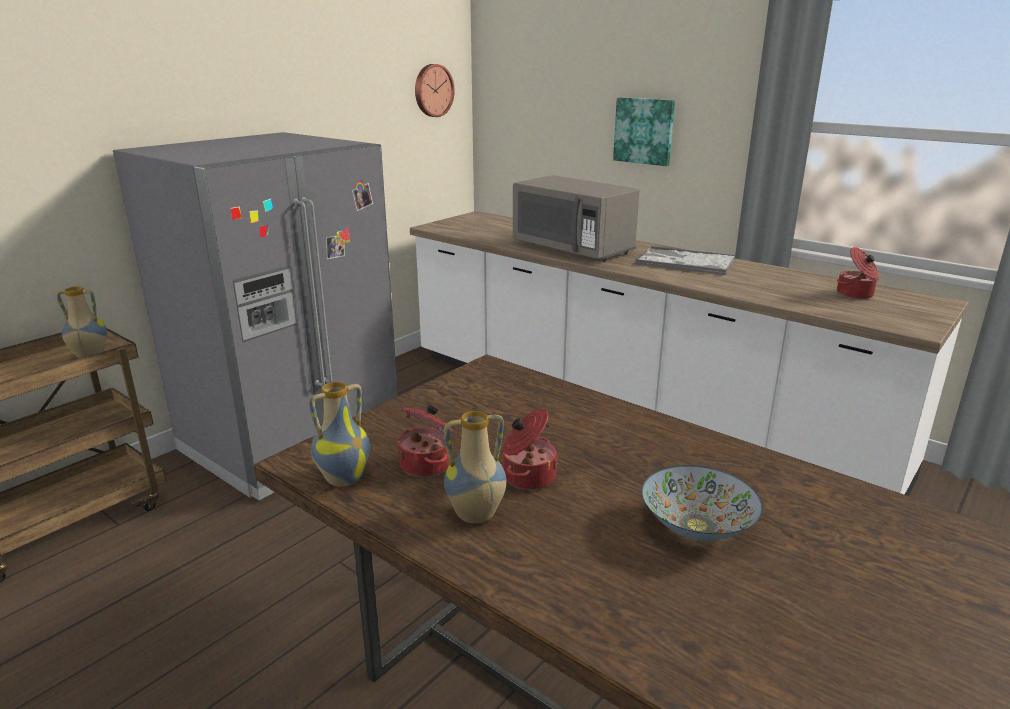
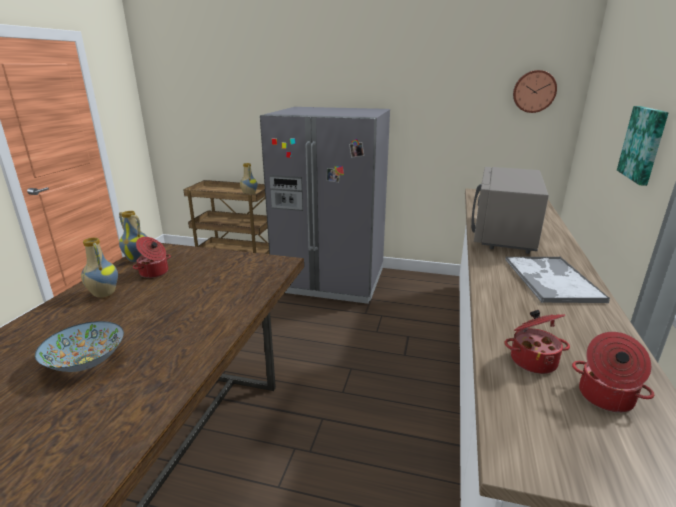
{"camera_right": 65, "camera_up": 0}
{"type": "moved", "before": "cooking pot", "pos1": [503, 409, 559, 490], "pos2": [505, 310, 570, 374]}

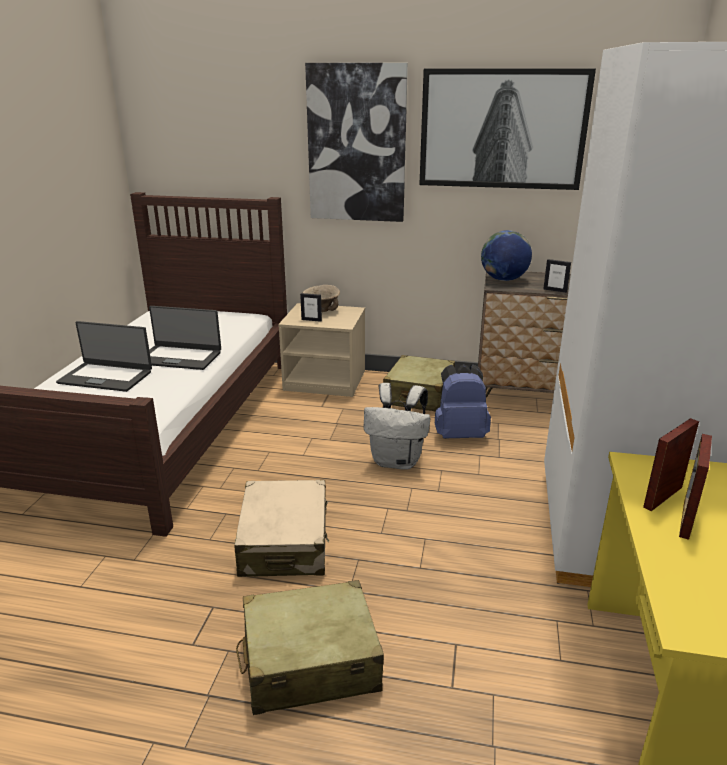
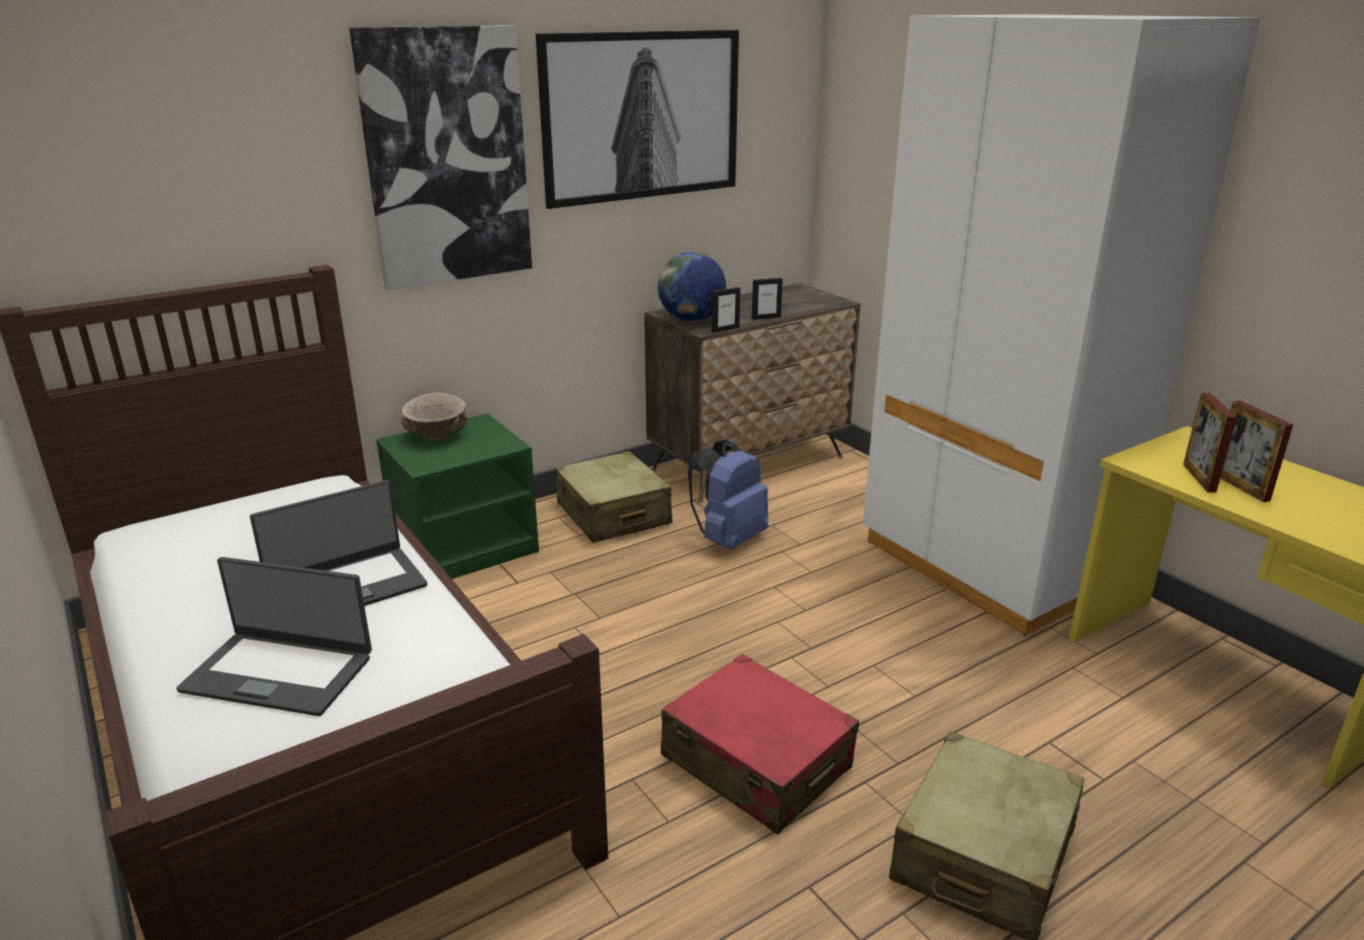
{"camera_right": -45, "camera_up": 0}
{"type": "moved", "before": "photo frame", "pos1": [300, 293, 322, 322], "pos2": [712, 287, 740, 333]}
{"type": "recoloured", "before": "nightstand/sand-coloured", "after": "nightstand/greenish", "pos1": [278, 303, 365, 397], "pos2": [376, 414, 539, 579]}
{"type": "turned", "before": "portable computer", "pos1": [56, 321, 152, 392], "pos2": [176, 557, 372, 716], "turn": 45}
{"type": "removed", "before": "rucksack/whitish", "pos1": [364, 383, 430, 470]}
{"type": "recoloured", "before": "travel case/sand-coloured", "after": "travel case/red-coloured", "pos1": [234, 480, 329, 577], "pos2": [661, 654, 859, 834]}

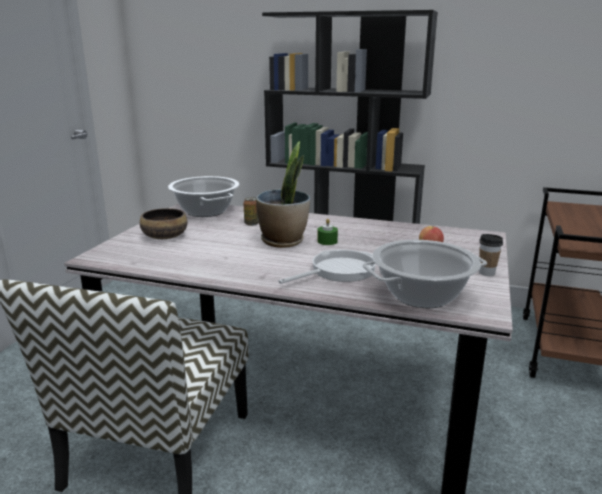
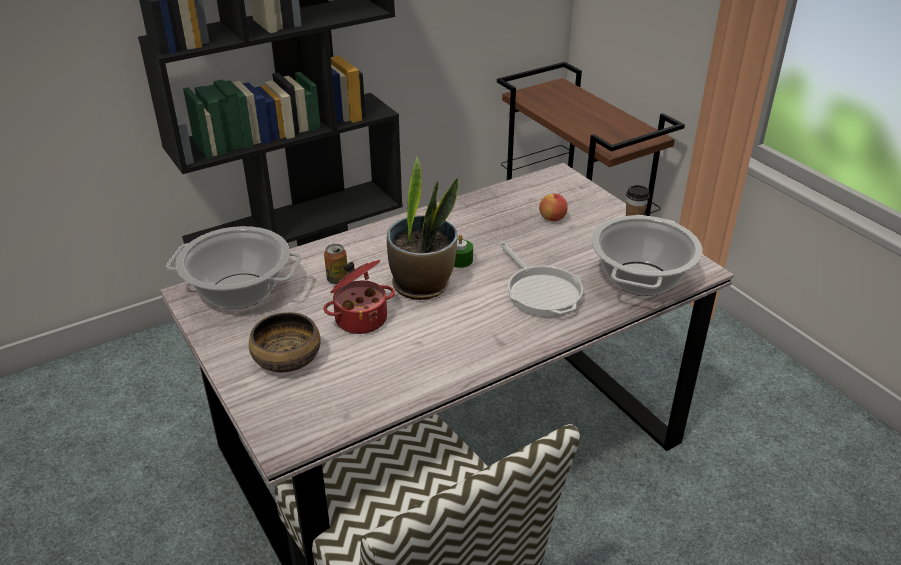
{"camera_right": -50, "camera_up": 15}
{"type": "turned", "before": "frying pan", "pos1": [279, 249, 376, 284], "pos2": [500, 242, 583, 317], "turn": 150}
{"type": "added", "after": "cooking pot", "pos2": [324, 260, 395, 334]}

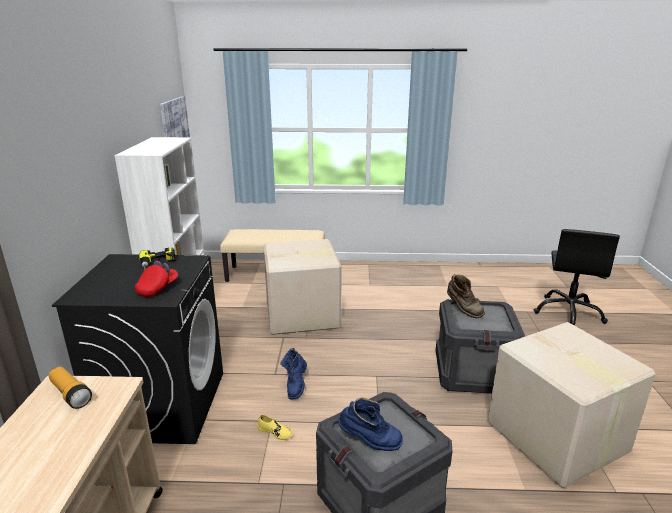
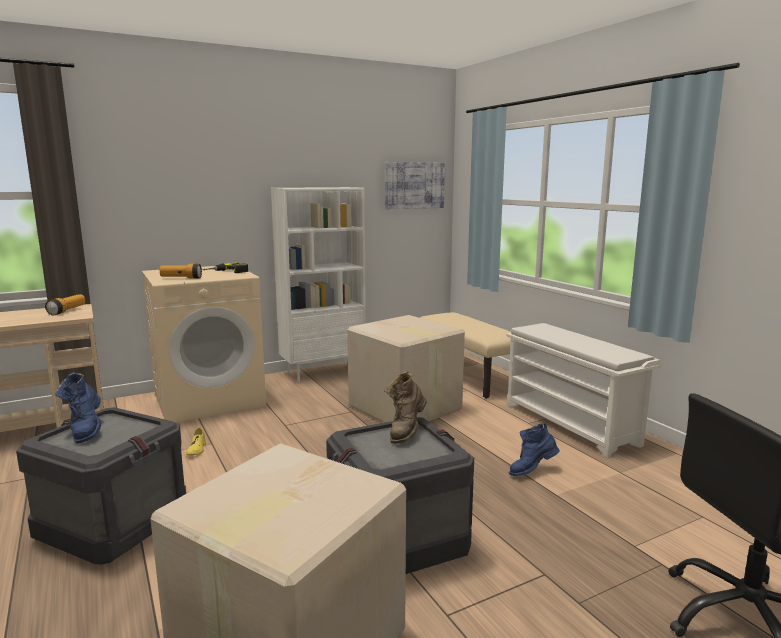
{"camera_right": 60, "camera_up": -10}
{"type": "recoloured", "before": "laundry machine/black", "after": "laundry machine/sand-coloured", "pos1": [52, 254, 223, 444], "pos2": [142, 266, 266, 423]}
{"type": "replaced", "before": "baseball cap/red-coloured", "after": "torch", "pos1": [135, 261, 178, 297], "pos2": [160, 264, 202, 279]}
{"type": "moved", "before": "high-top boot/blue-coloured", "pos1": [280, 348, 307, 400], "pos2": [509, 423, 560, 476]}
{"type": "added", "after": "shoe rack/whitish", "pos2": [506, 323, 660, 458]}

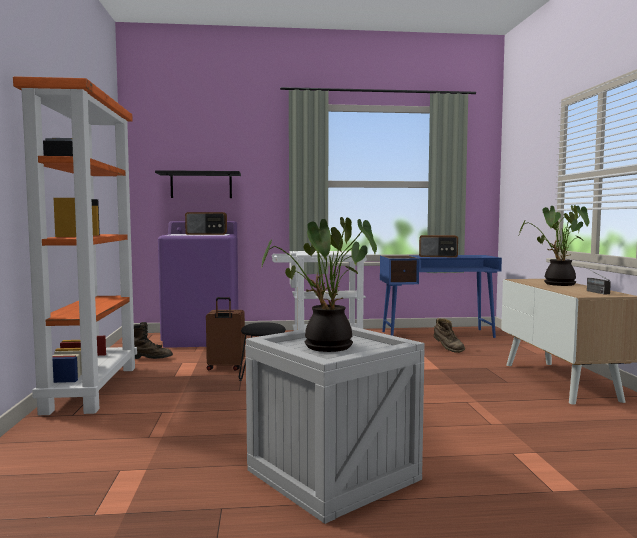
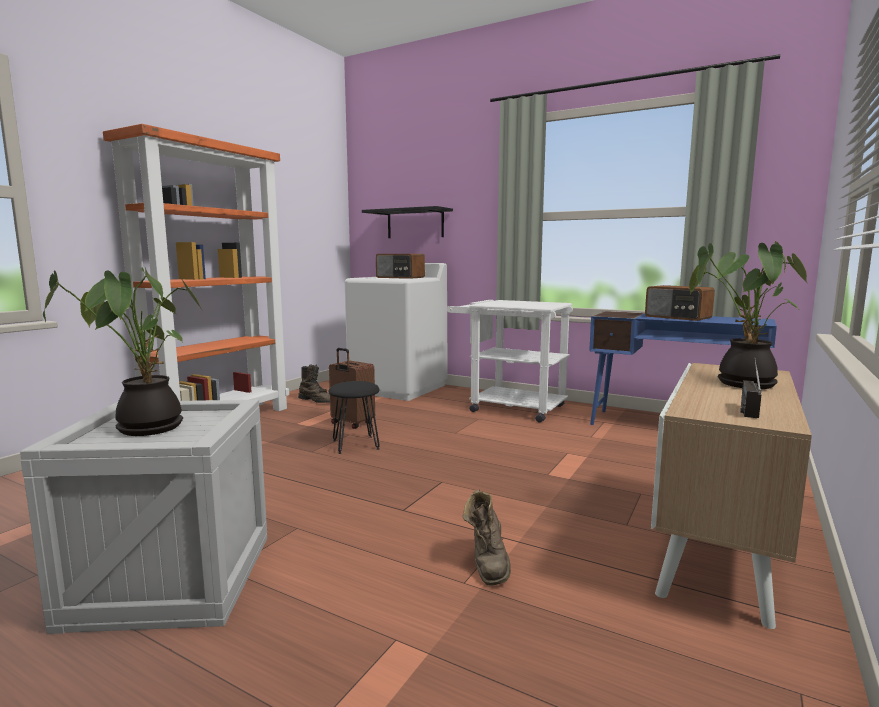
{"camera_right": 35, "camera_up": 5}
{"type": "recoloured", "before": "laundry machine/purple", "after": "laundry machine/whitish", "pos1": [158, 221, 238, 348], "pos2": [345, 263, 448, 401]}
{"type": "moved", "before": "high-top boot/brown-coloured", "pos1": [434, 318, 465, 353], "pos2": [463, 490, 511, 586]}

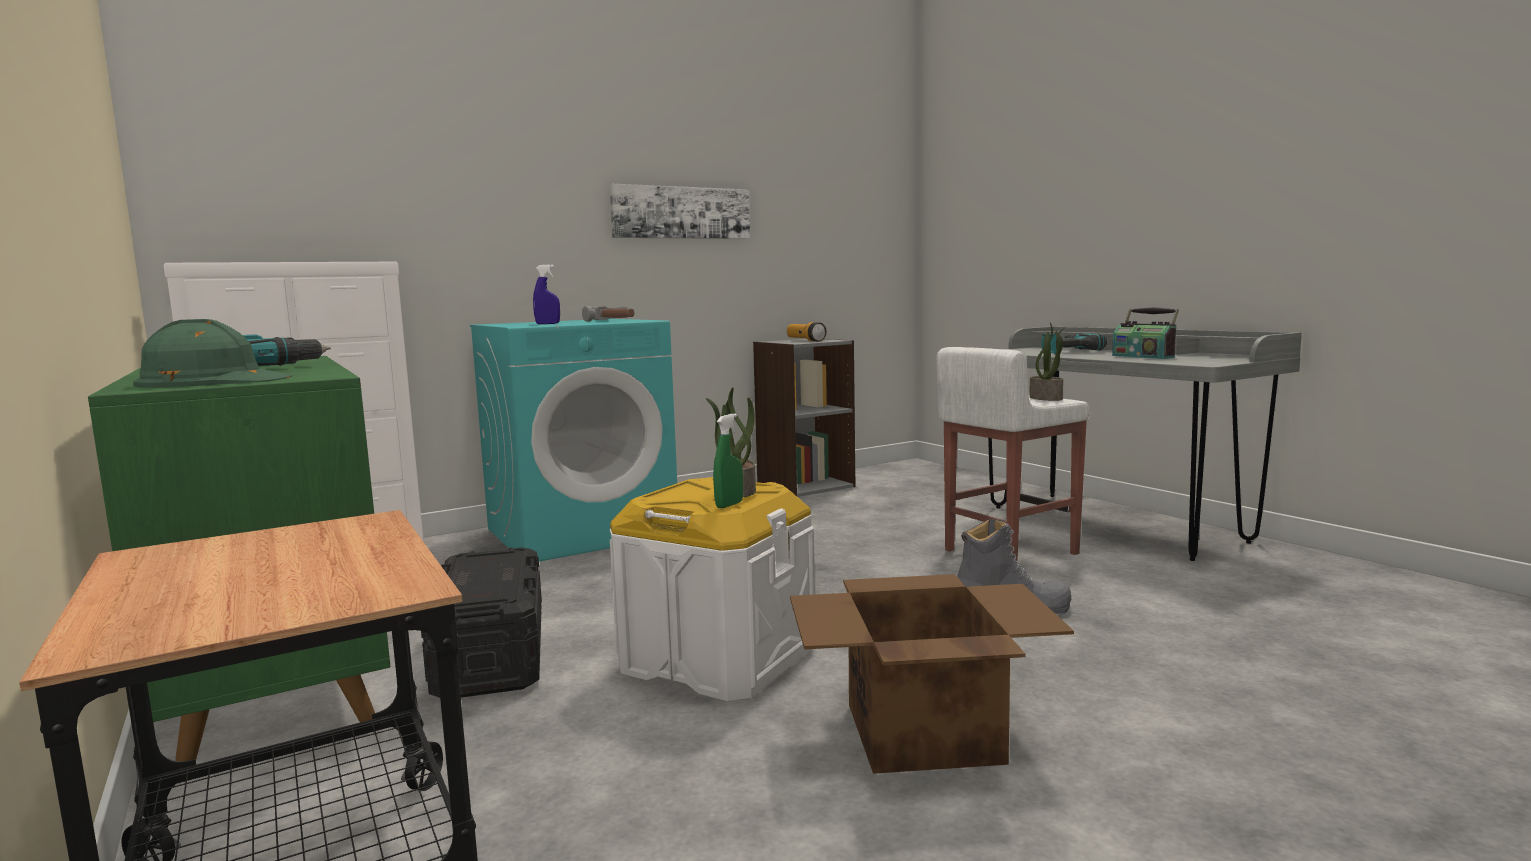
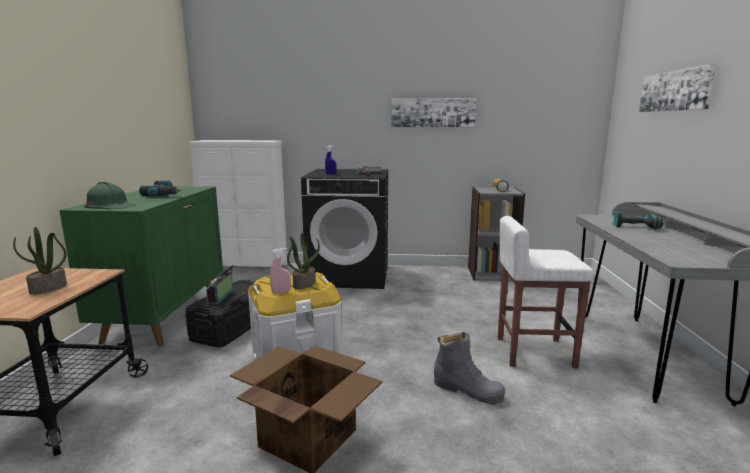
{"camera_right": 35, "camera_up": 5}
{"type": "moved", "before": "radio", "pos1": [1112, 307, 1179, 359], "pos2": [206, 265, 234, 304]}
{"type": "recoloured", "before": "laundry machine/turquoise-coloured", "after": "laundry machine/black", "pos1": [470, 319, 677, 562], "pos2": [301, 169, 388, 289]}
{"type": "moved", "before": "houseplant", "pos1": [1029, 323, 1064, 401], "pos2": [13, 227, 67, 295]}
{"type": "recoloured", "before": "hand sprayer/greenish", "after": "hand sprayer/pinkish", "pos1": [713, 414, 743, 508], "pos2": [270, 248, 291, 294]}
{"type": "added", "after": "picture", "pos2": [639, 64, 717, 112]}

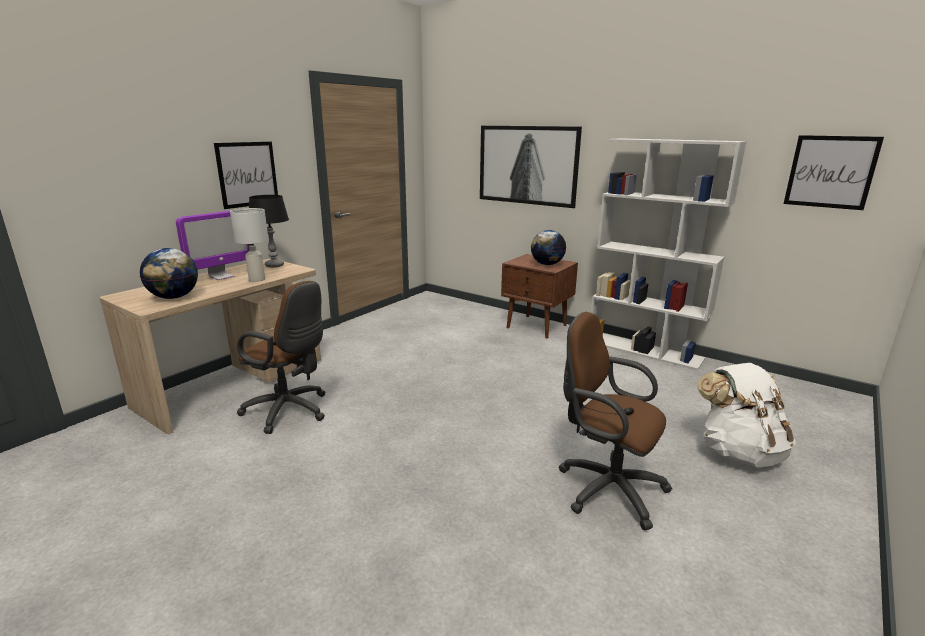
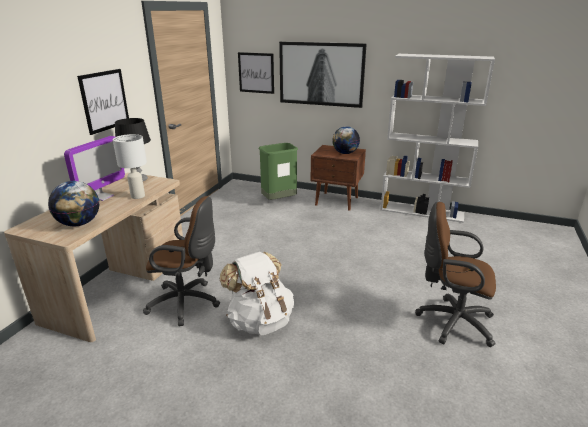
{"camera_right": -15, "camera_up": 5}
{"type": "moved", "before": "picture", "pos1": [784, 135, 884, 210], "pos2": [238, 52, 274, 94]}
{"type": "moved", "before": "rucksack/whitish", "pos1": [698, 363, 796, 468], "pos2": [220, 252, 294, 335]}
{"type": "added", "after": "waste bin/greenish", "pos2": [259, 143, 298, 200]}

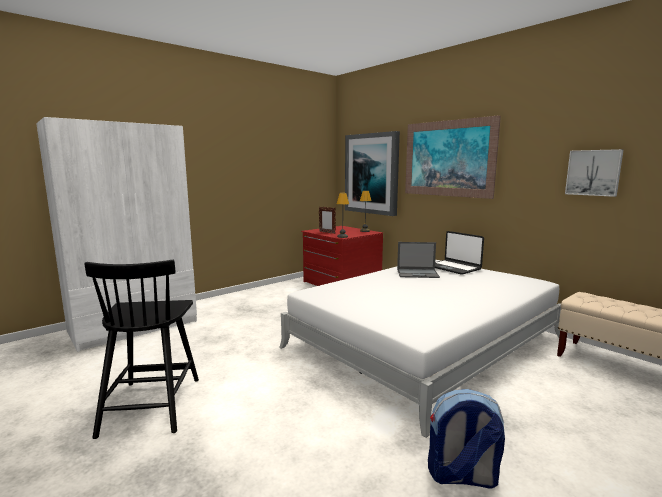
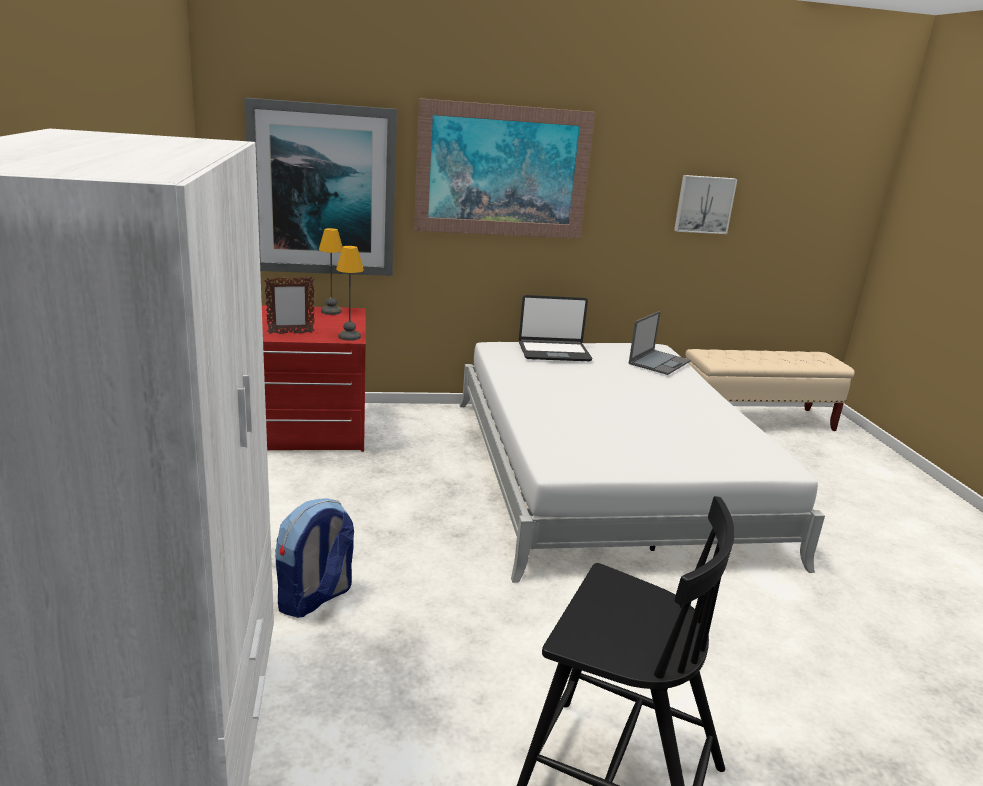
{"camera_right": -60, "camera_up": 10}
{"type": "moved", "before": "portable computer", "pos1": [397, 242, 440, 278], "pos2": [629, 311, 691, 375]}
{"type": "moved", "before": "rucksack", "pos1": [428, 389, 505, 489], "pos2": [275, 498, 354, 618]}

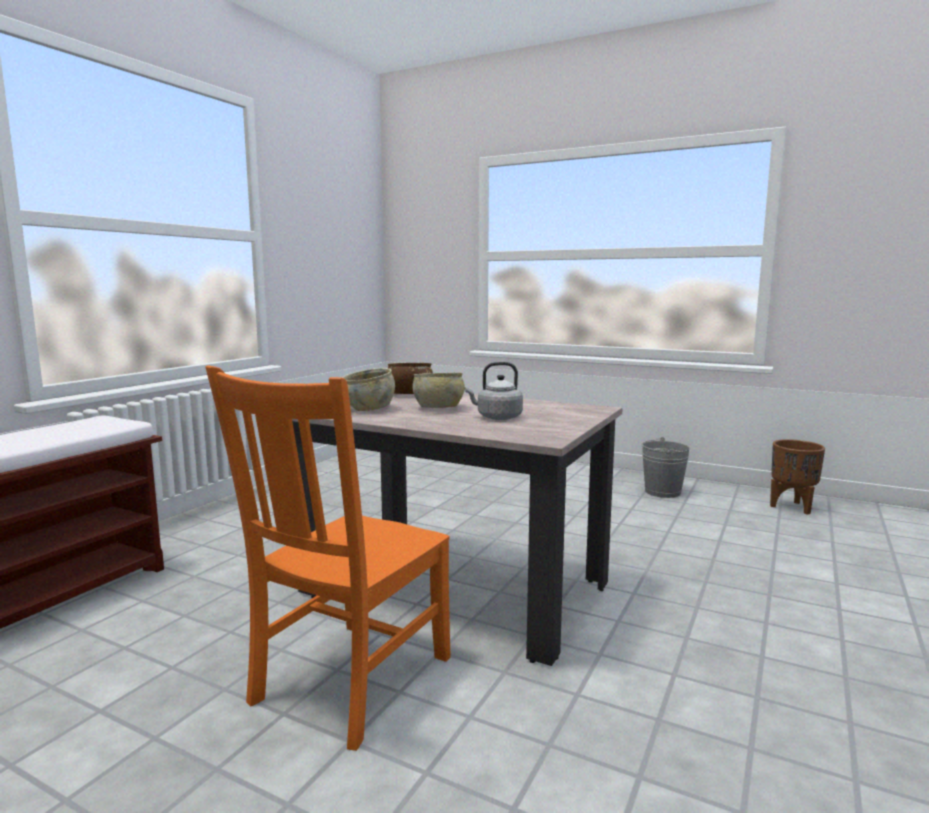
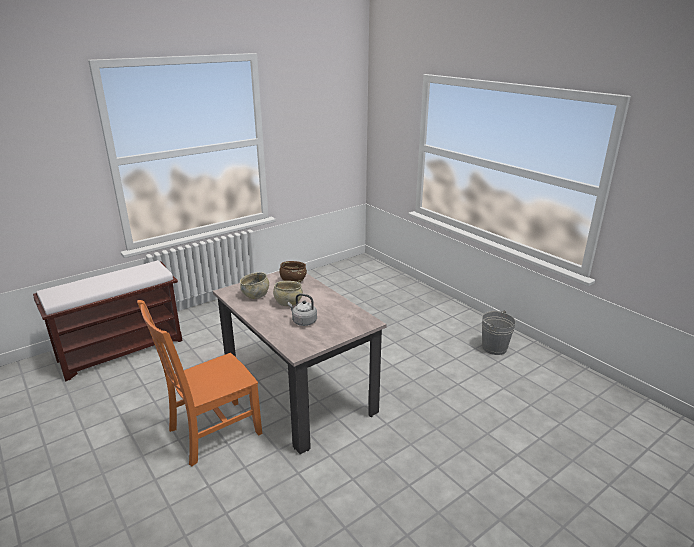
{"camera_right": 25, "camera_up": 15}
{"type": "removed", "before": "planter/brown-coloured", "pos1": [770, 439, 825, 515]}

